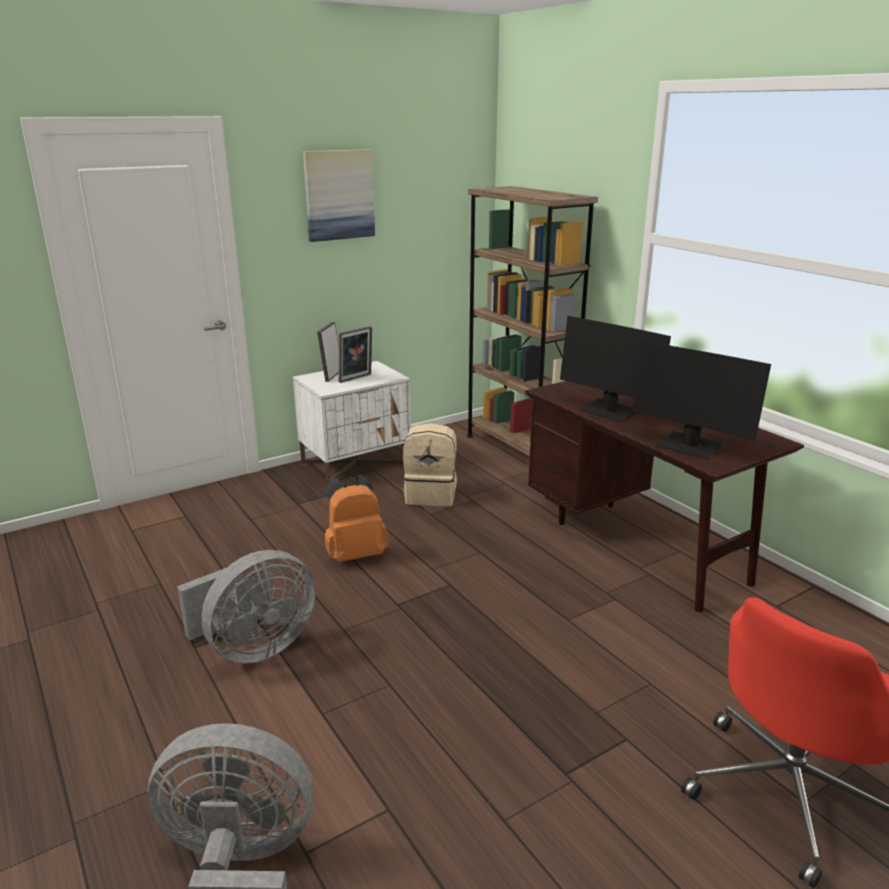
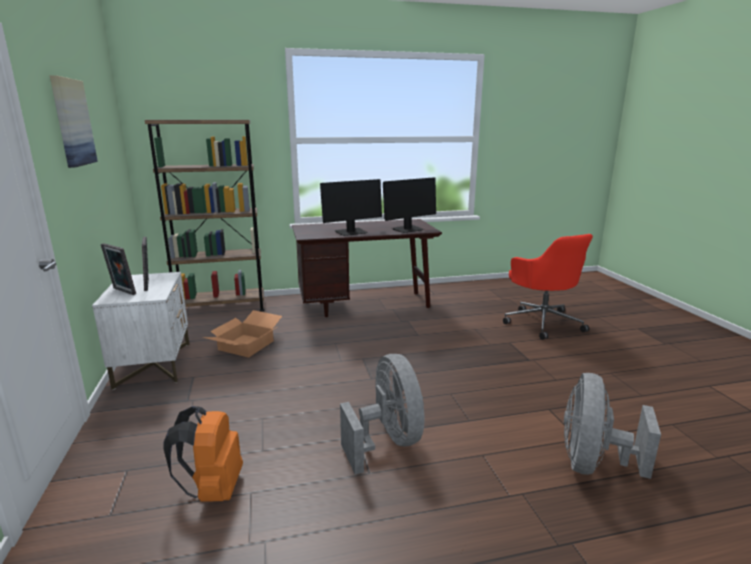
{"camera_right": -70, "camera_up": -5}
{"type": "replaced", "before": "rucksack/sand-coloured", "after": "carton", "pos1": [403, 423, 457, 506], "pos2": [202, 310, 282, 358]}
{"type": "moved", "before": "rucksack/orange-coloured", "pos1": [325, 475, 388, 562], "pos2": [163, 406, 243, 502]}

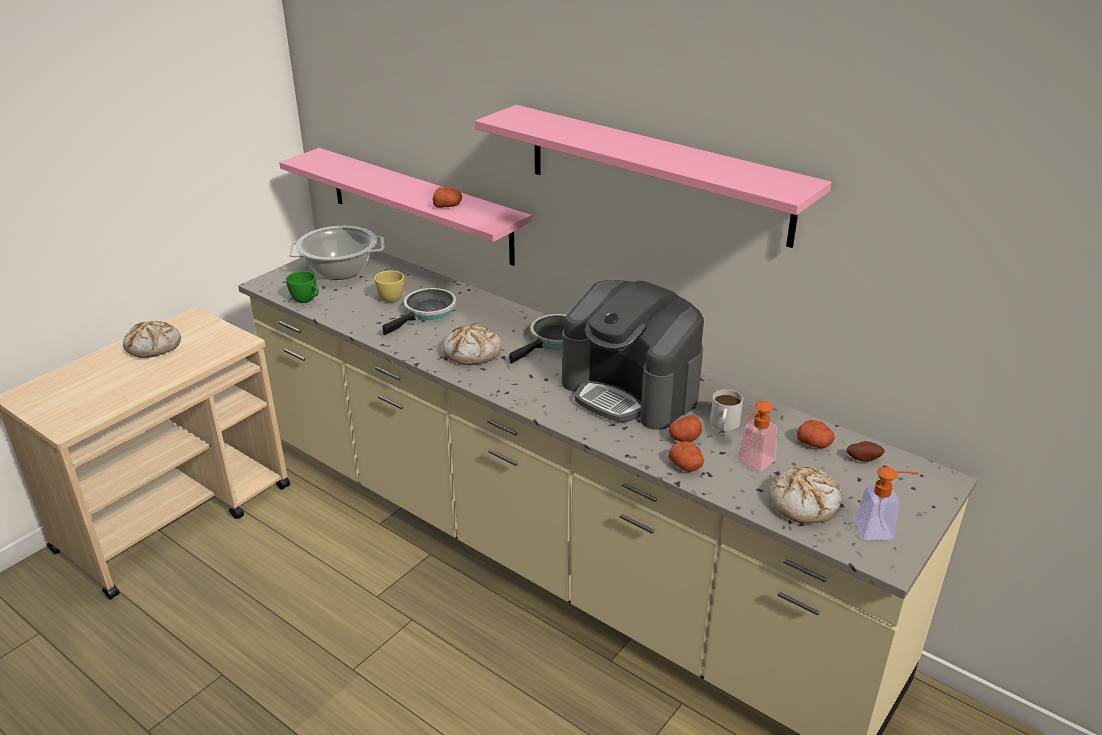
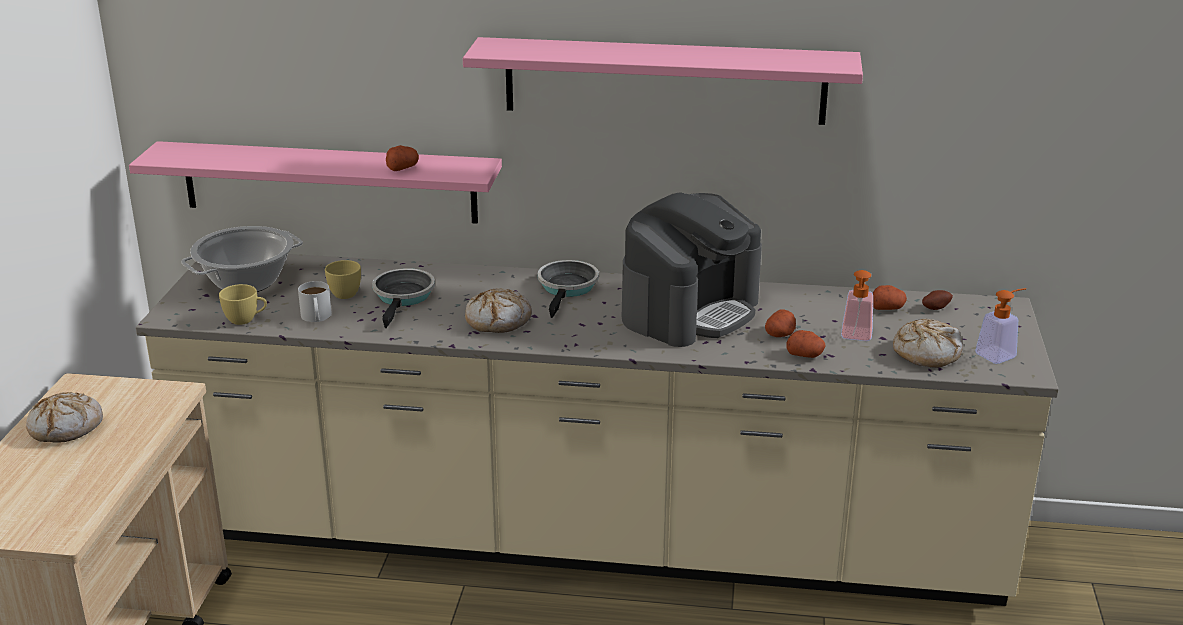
{"camera_right": -30, "camera_up": -5}
{"type": "recoloured", "before": "drinking cup/greenish", "after": "drinking cup/yellowish", "pos1": [286, 271, 319, 303], "pos2": [219, 284, 267, 325]}
{"type": "turned", "before": "coffee brewer", "pos1": [562, 280, 704, 430], "pos2": [622, 192, 762, 347], "turn": -60}
{"type": "moved", "before": "mug/whitish", "pos1": [710, 389, 743, 431], "pos2": [298, 281, 332, 322]}

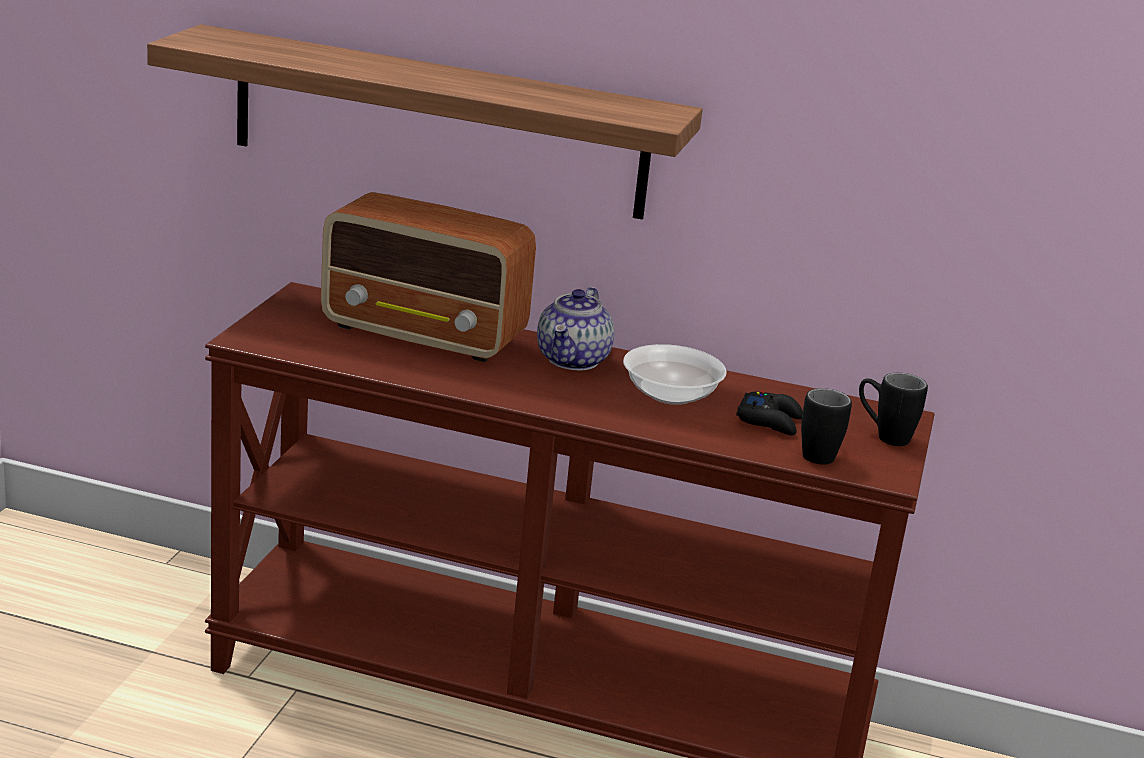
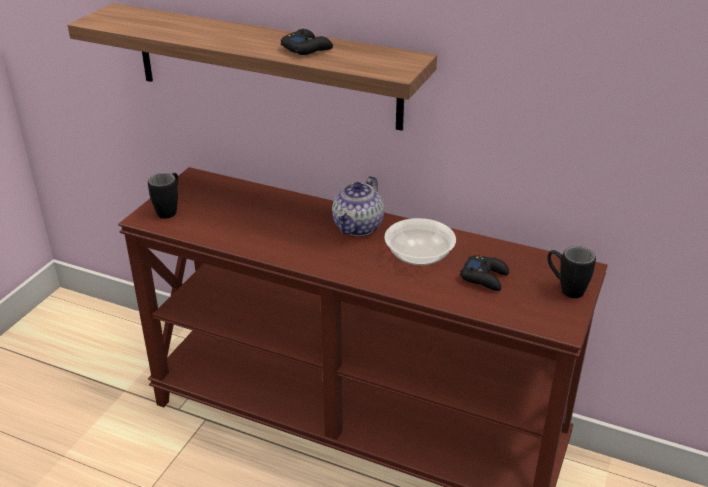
{"camera_right": 10, "camera_up": 10}
{"type": "removed", "before": "radio", "pos1": [321, 192, 536, 362]}
{"type": "moved", "before": "mug/black", "pos1": [801, 388, 852, 465], "pos2": [148, 173, 178, 219]}
{"type": "added", "after": "joypad/black", "pos2": [281, 29, 333, 55]}

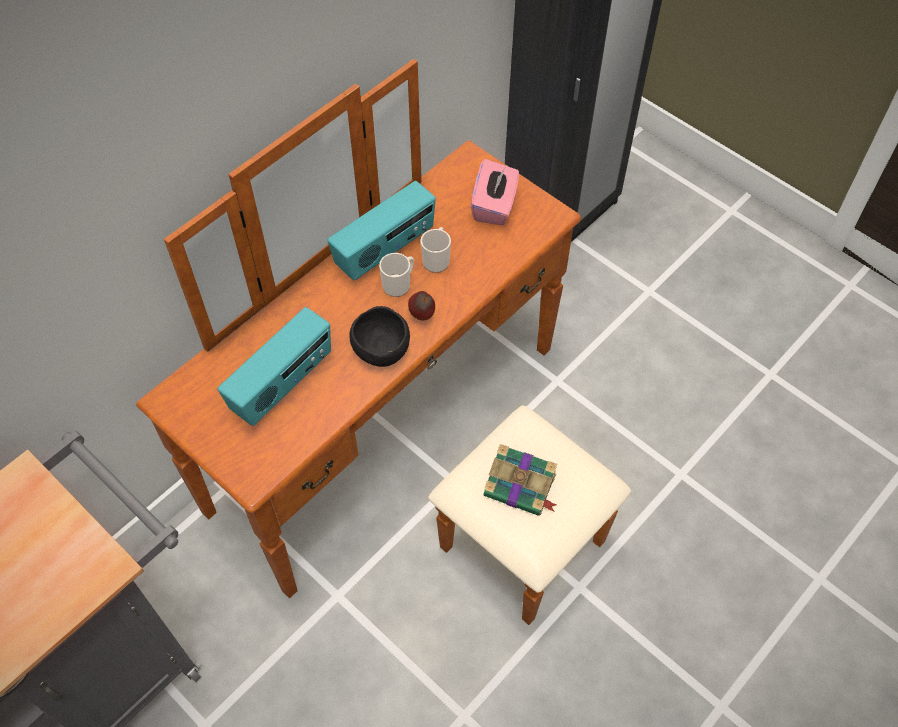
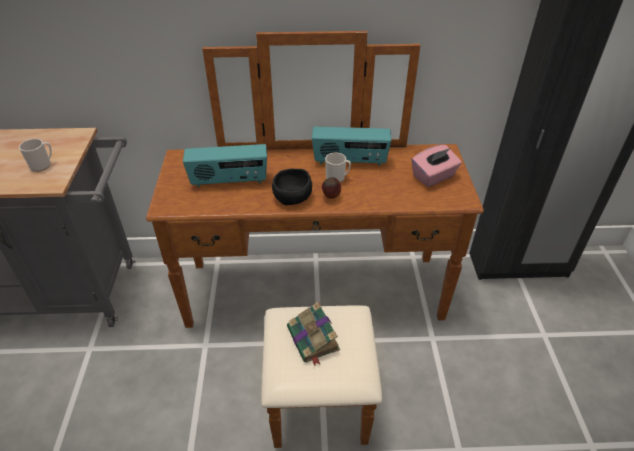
{"camera_right": 45, "camera_up": -15}
{"type": "moved", "before": "mug", "pos1": [421, 227, 451, 273], "pos2": [19, 139, 52, 172]}

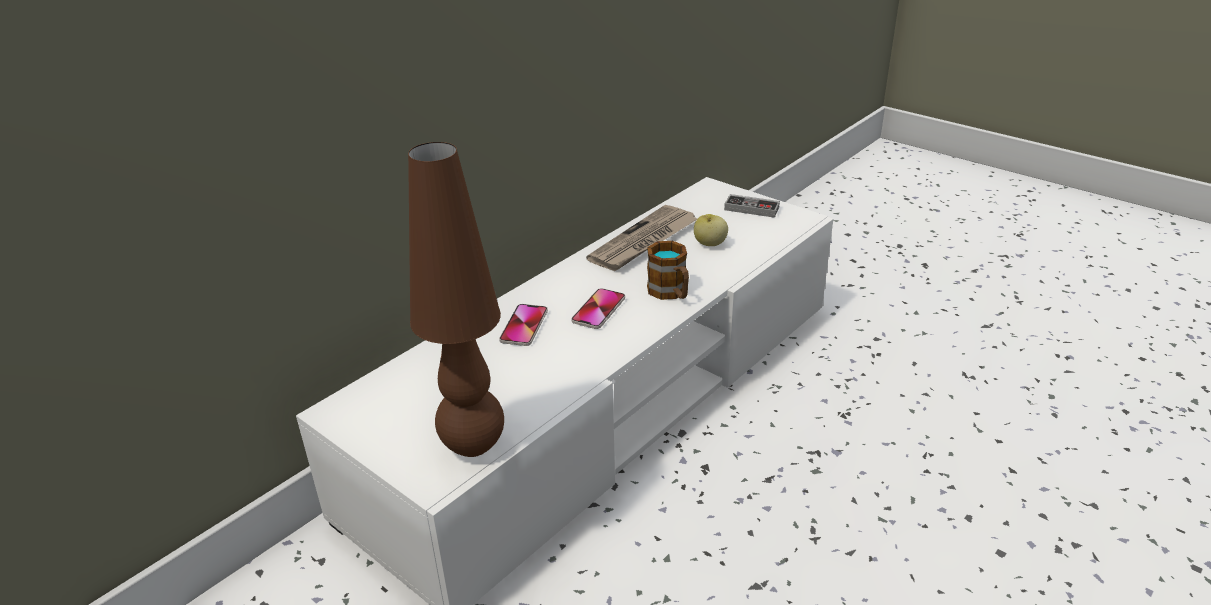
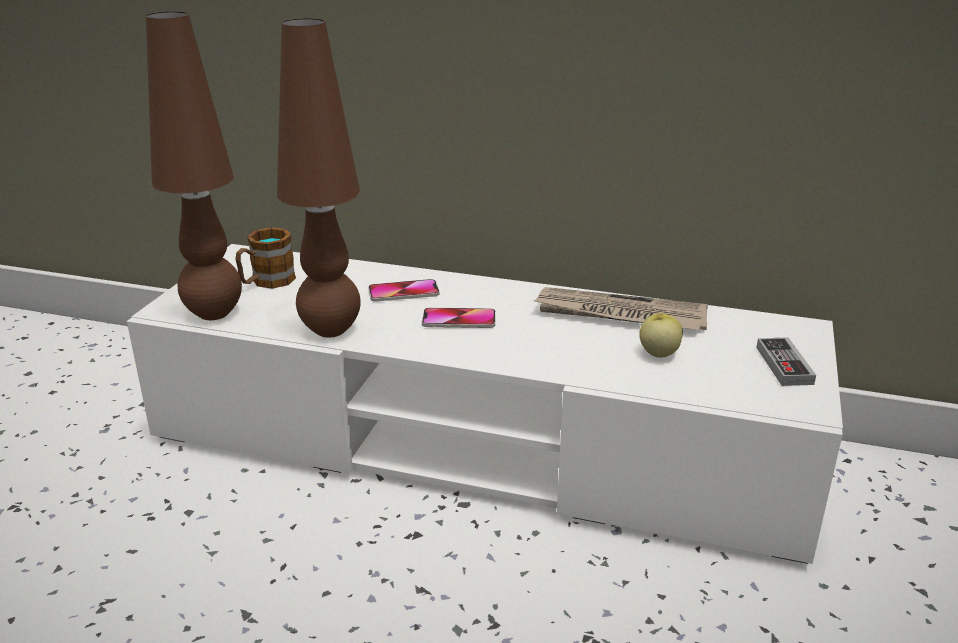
{"camera_right": 65, "camera_up": -5}
{"type": "moved", "before": "mug", "pos1": [647, 241, 689, 300], "pos2": [235, 227, 296, 289]}
{"type": "added", "after": "tabletop lamp/brown-coloured", "pos2": [277, 18, 360, 337]}

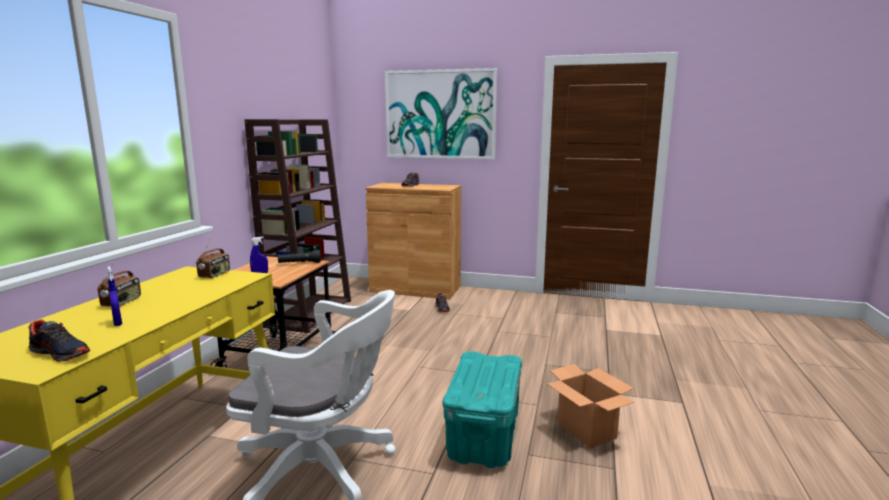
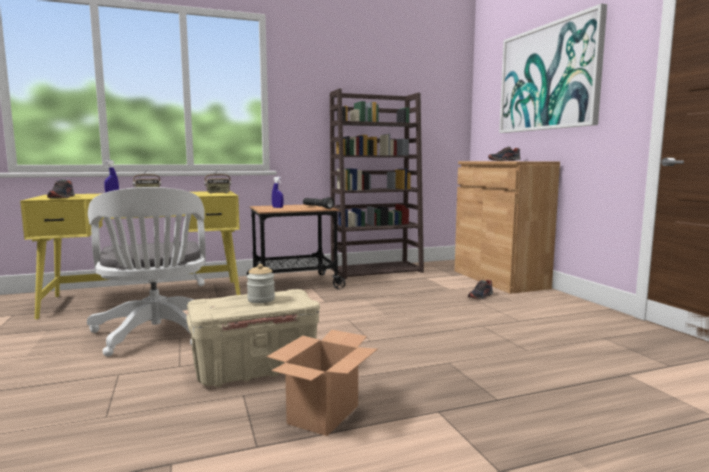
{"camera_right": 55, "camera_up": -5}
{"type": "recoloured", "before": "storage bin/turquoise-coloured", "after": "storage bin/sand-coloured", "pos1": [443, 351, 522, 468], "pos2": [186, 289, 320, 387]}
{"type": "added", "after": "storage jar", "pos2": [247, 264, 275, 303]}

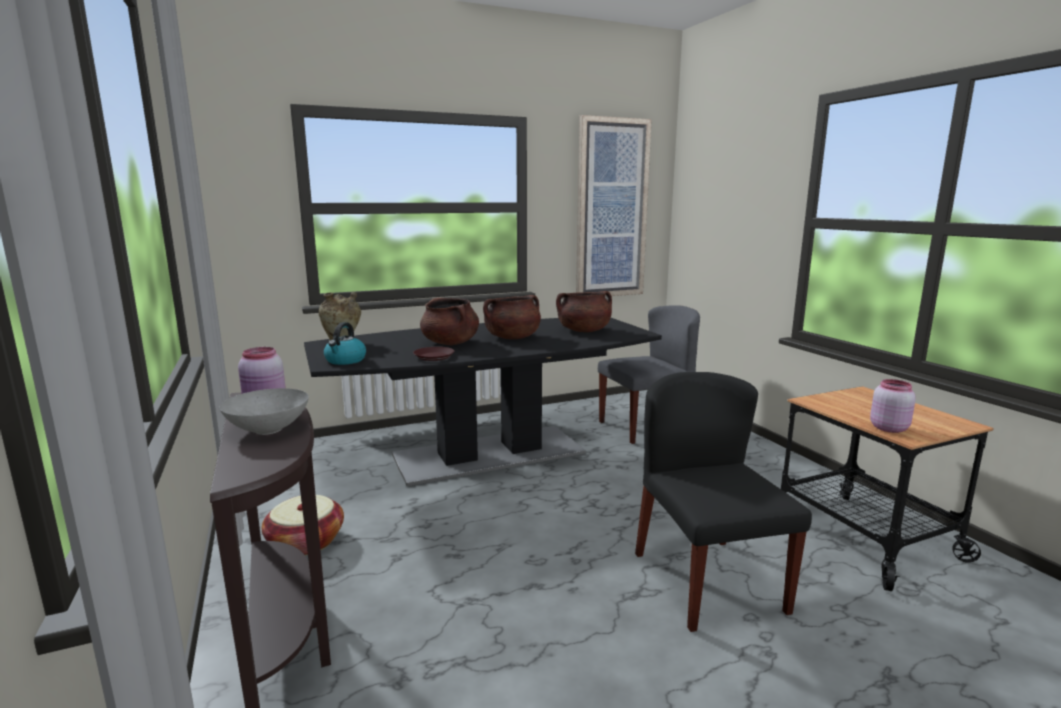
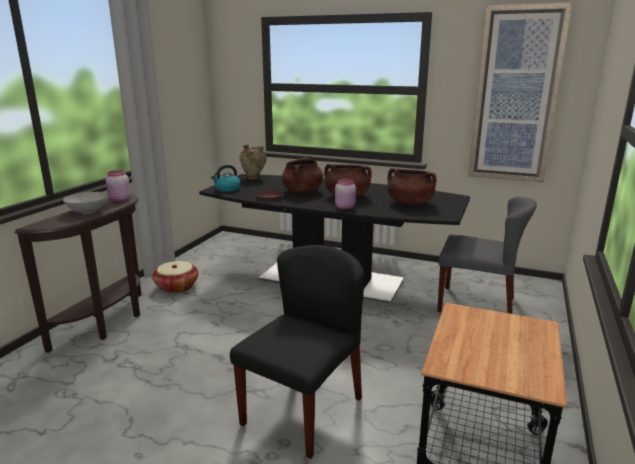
{"camera_right": 45, "camera_up": 5}
{"type": "moved", "before": "storage jar/pinkish", "pos1": [870, 379, 916, 433], "pos2": [335, 179, 356, 210]}

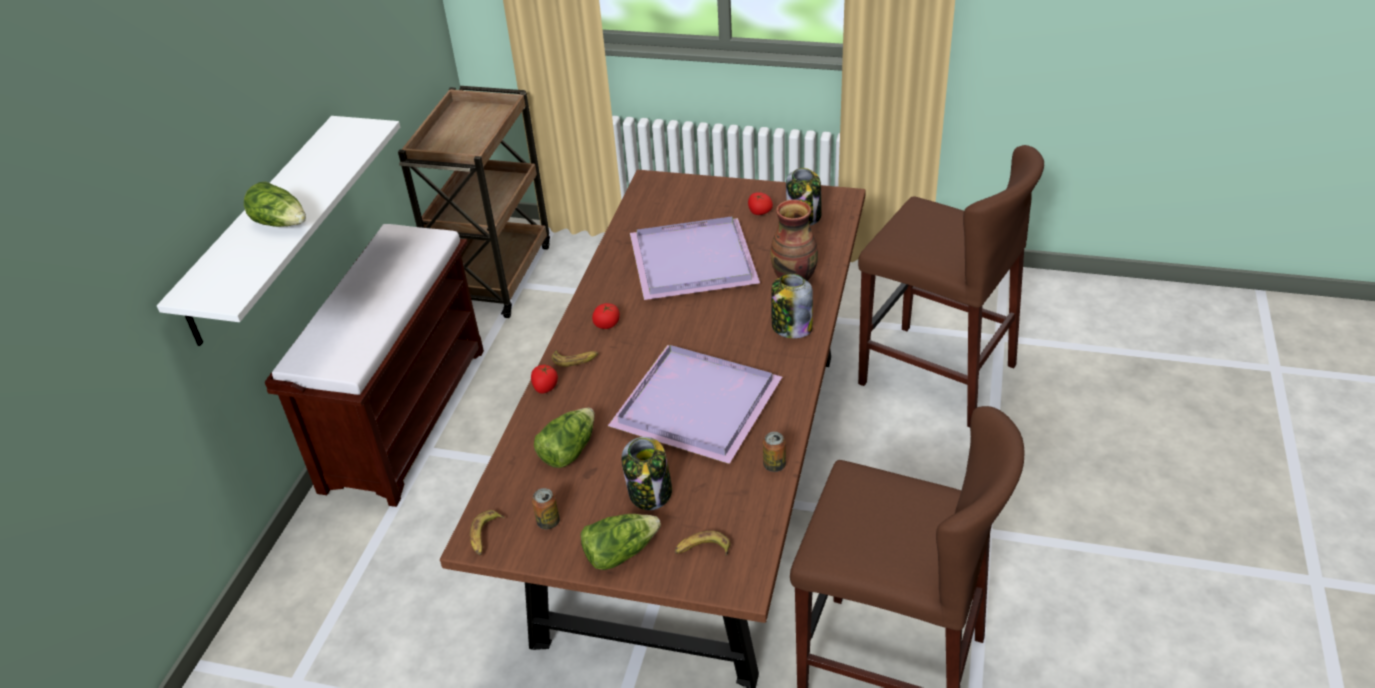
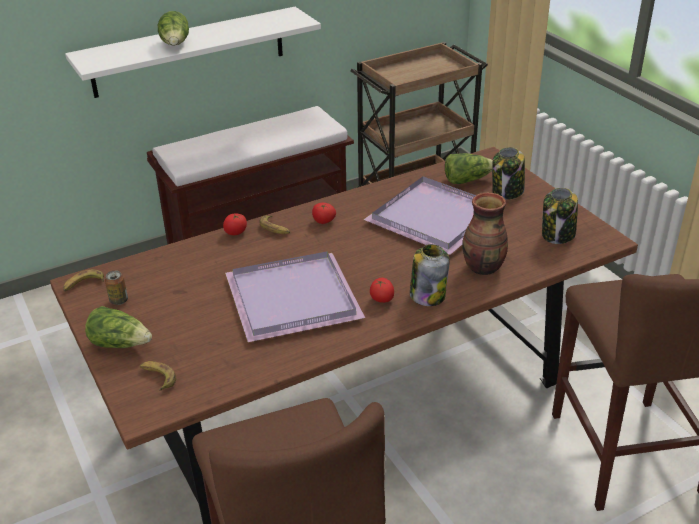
{"camera_right": 45, "camera_up": -5}
{"type": "moved", "before": "whole tomato", "pos1": [748, 192, 773, 215], "pos2": [370, 278, 394, 303]}
{"type": "moved", "before": "lettuce", "pos1": [534, 408, 595, 468], "pos2": [445, 153, 493, 184]}
{"type": "removed", "before": "metal can", "pos1": [763, 432, 786, 472]}
{"type": "moved", "before": "storage jar", "pos1": [621, 437, 672, 510], "pos2": [492, 147, 525, 200]}

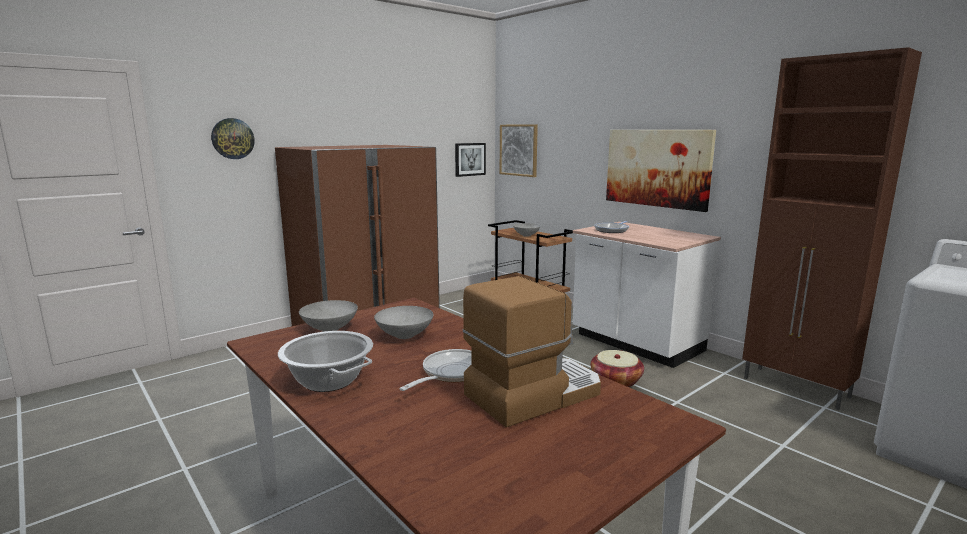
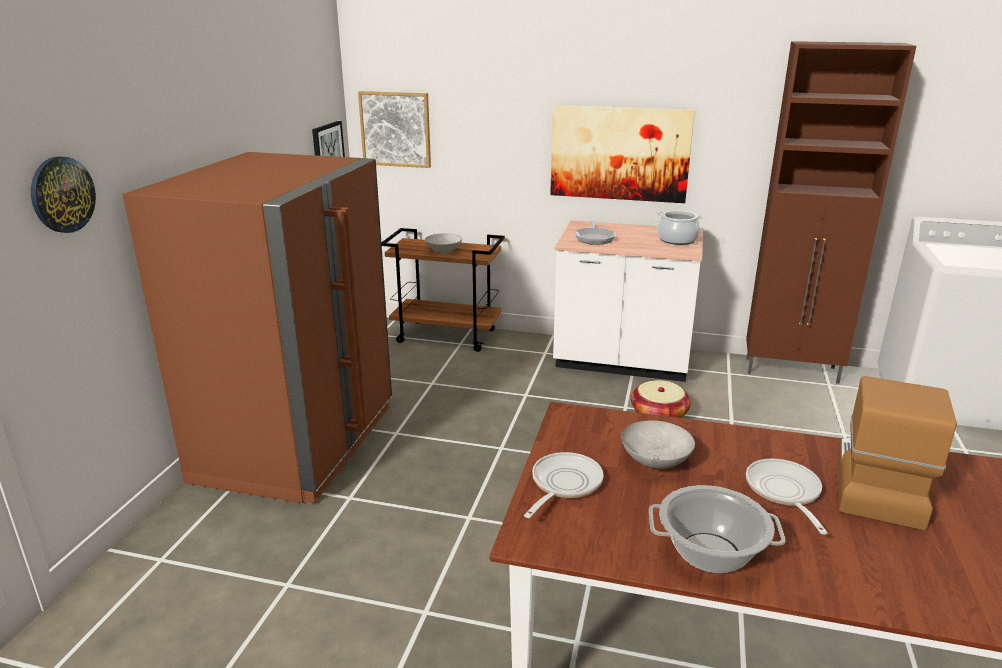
{"camera_right": -35, "camera_up": 10}
{"type": "replaced", "before": "bowl/greyish", "after": "frying pan", "pos1": [299, 300, 358, 332], "pos2": [524, 452, 604, 518]}
{"type": "added", "after": "cooking pot", "pos2": [657, 211, 703, 245]}

